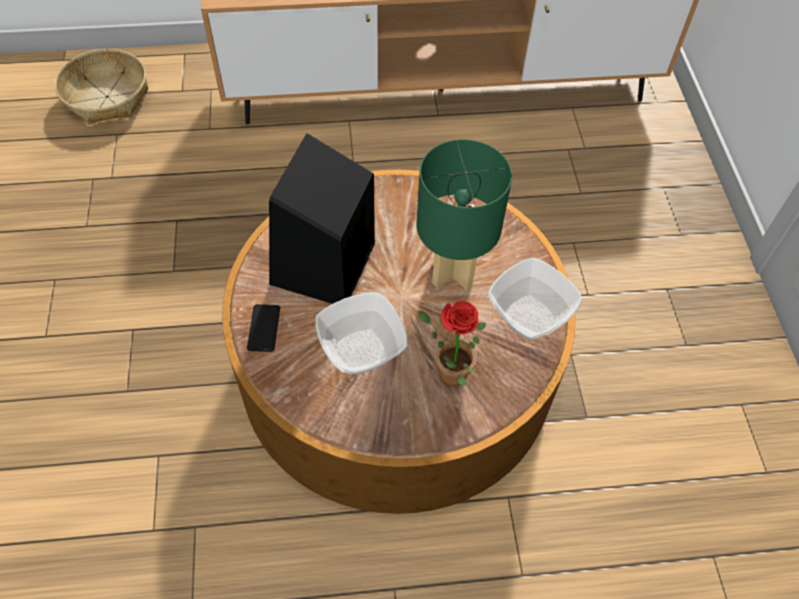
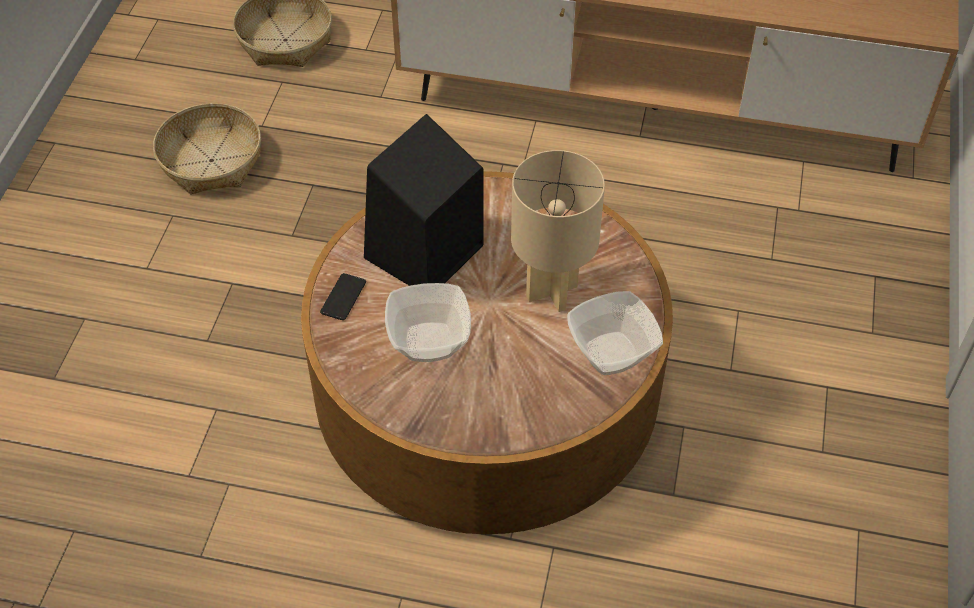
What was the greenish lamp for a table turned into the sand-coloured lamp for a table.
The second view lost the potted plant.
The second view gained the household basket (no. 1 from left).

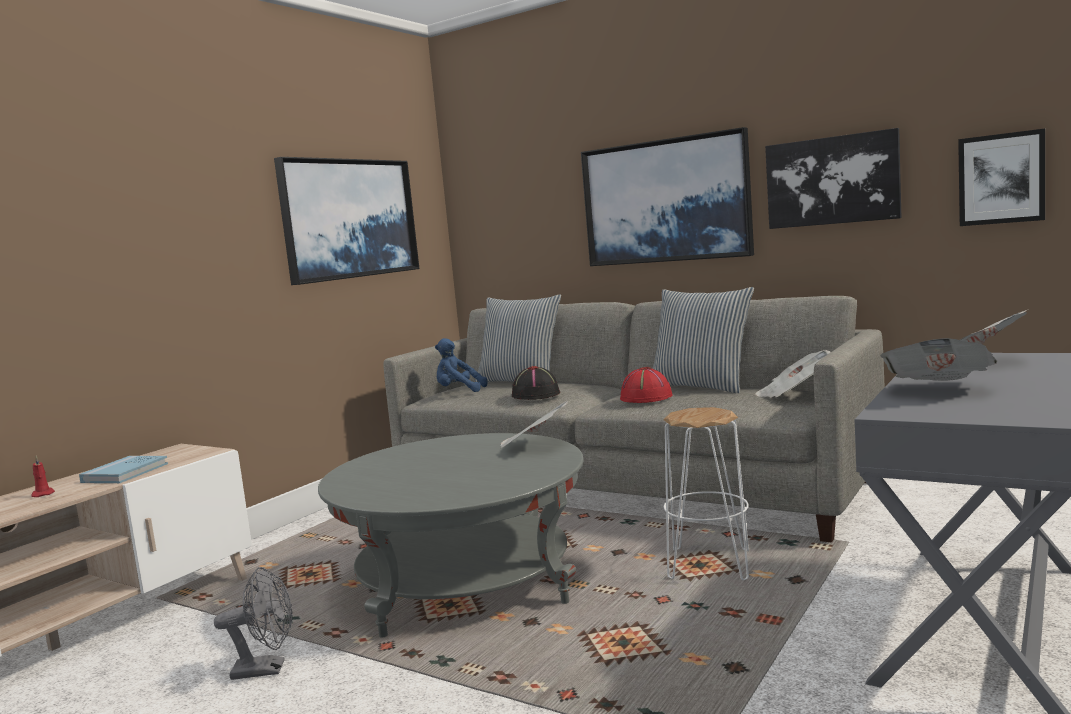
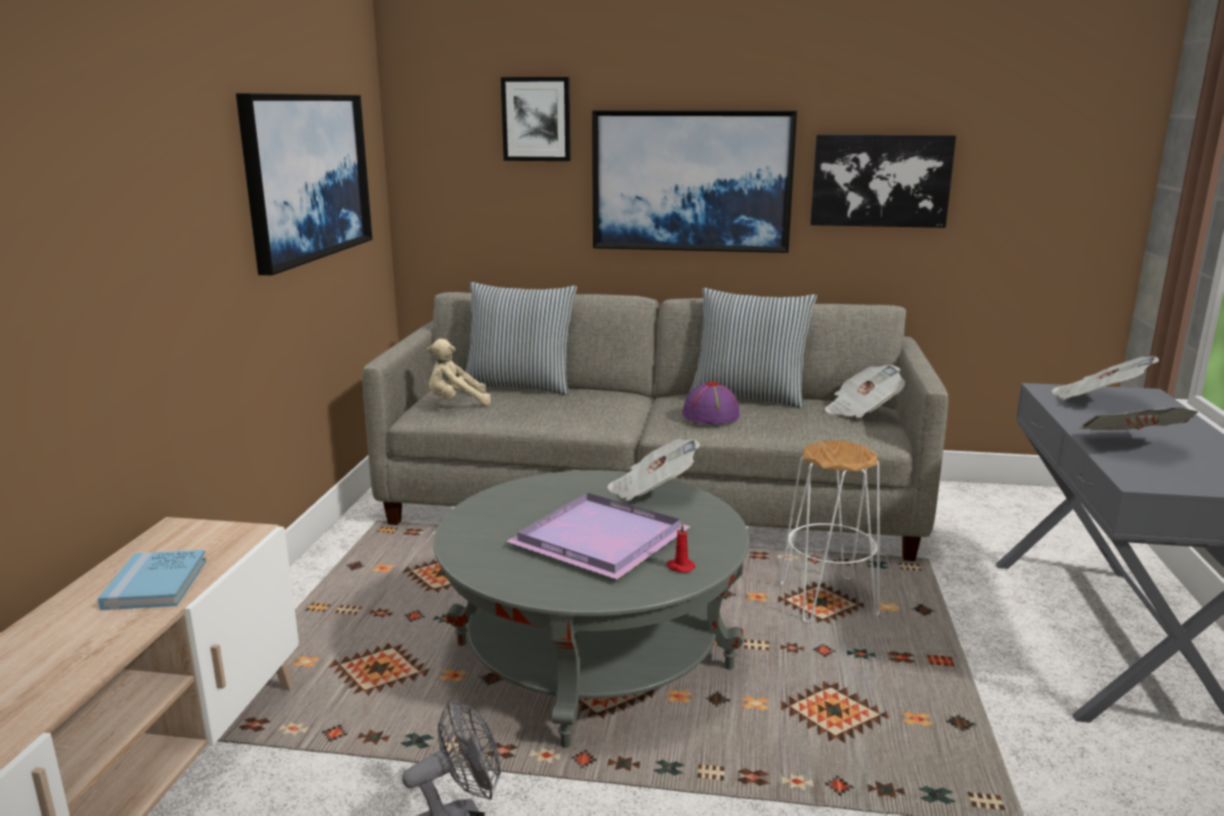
The reddish wax light ended up elsewhere.
What was the blue plush toy turned into the sand-coloured plush toy.
The second view lost the black wearable hat.
What was the reddish wearable hat turned into the purplish wearable hat.
The picture (no. 4 from left in the first image) ended up elsewhere.
The second view gained the purplish tray.

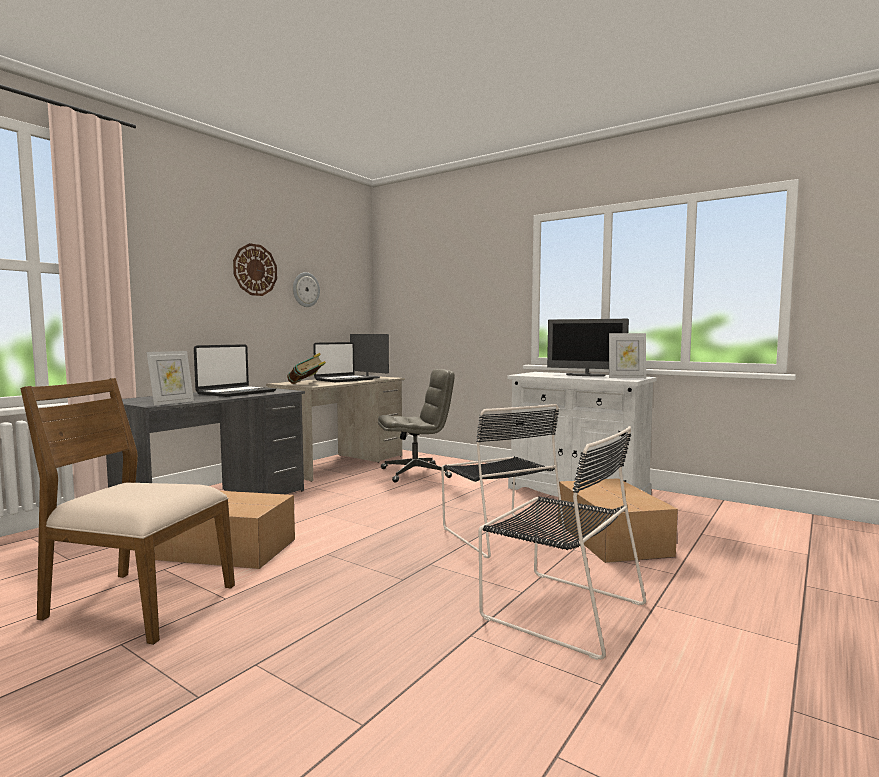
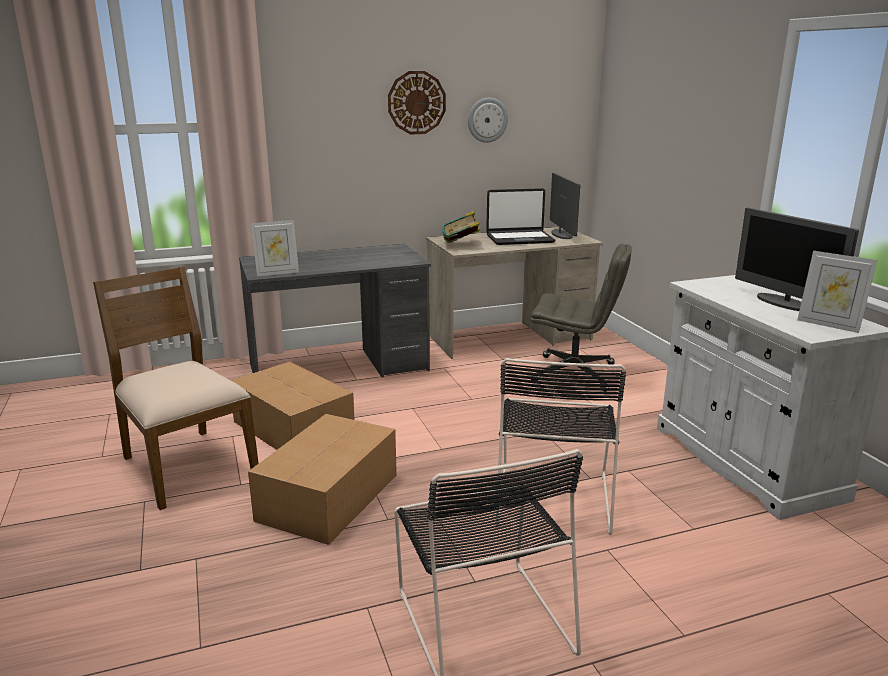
The second view lost the portable computer (no. 1 from left).
The cardboard box (no. 2 from left) ended up elsewhere.

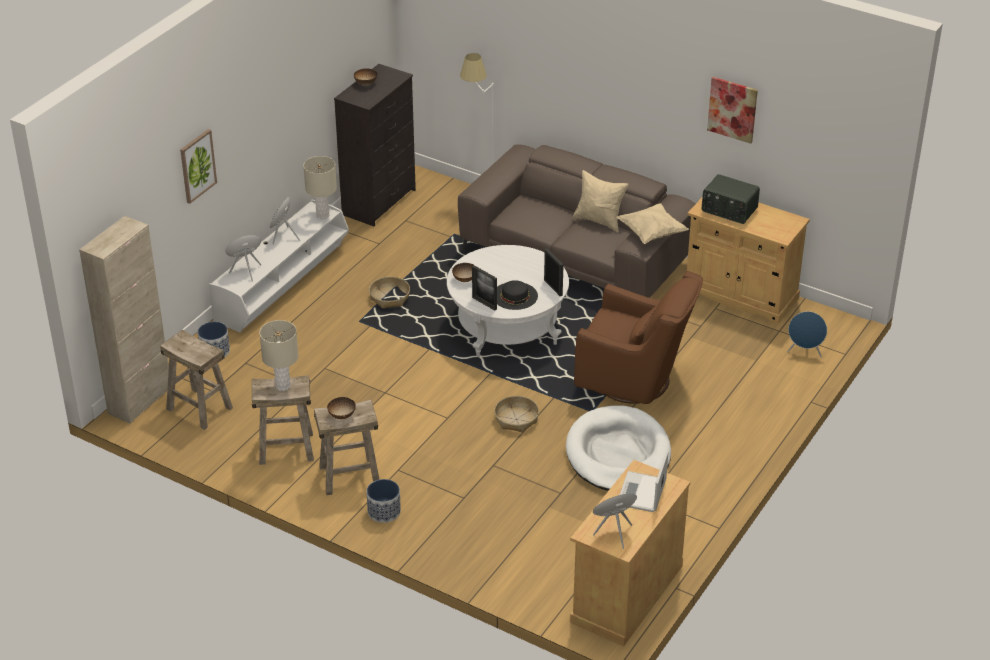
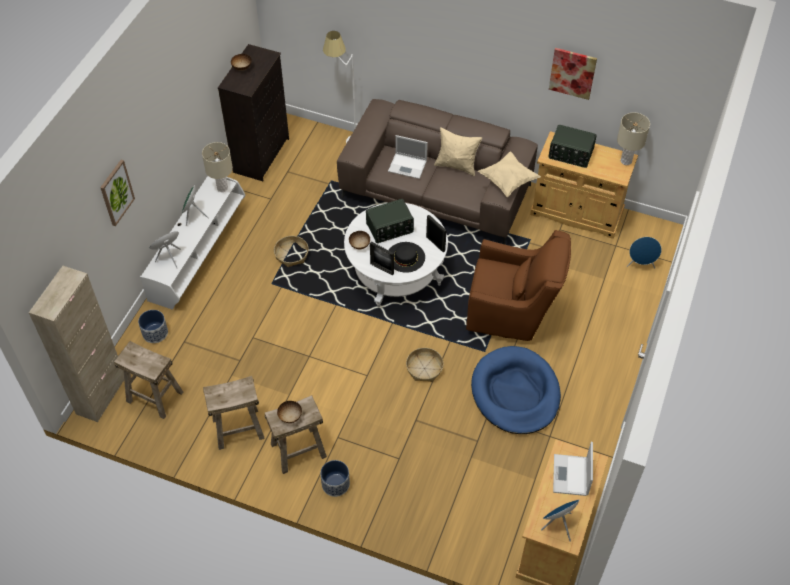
The sand-coloured lamp for a table (no. 1 from left in the first image) ended up elsewhere.
What was the whitish dog bed turned into the blue dog bed.
The second view gained the radio receiver (no. 1 from left).
The second view gained the portable computer (no. 1 from left).

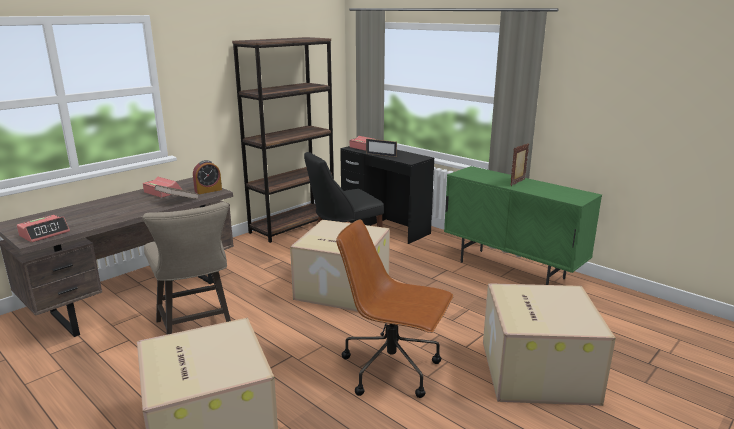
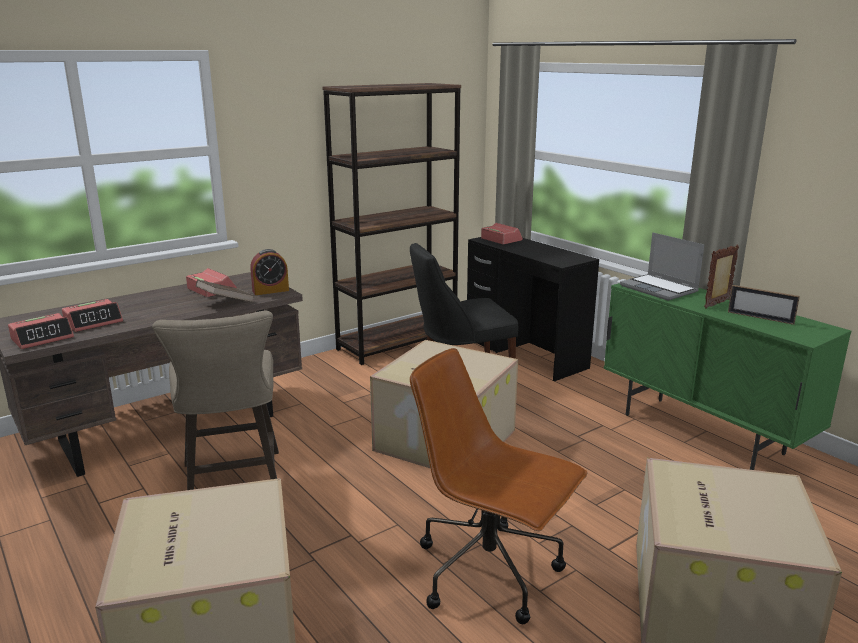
The photo frame (no. 1 from left in the first image) ended up elsewhere.
The second view gained the alarm clock (no. 2 from left).
The second view gained the portable computer.

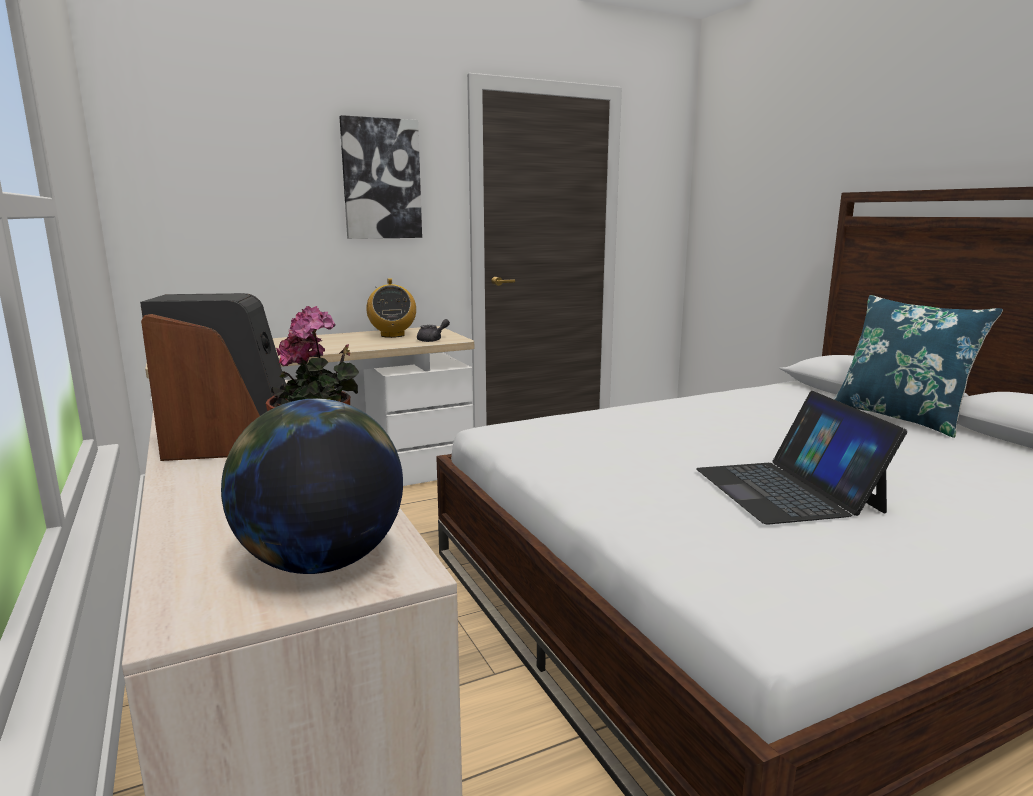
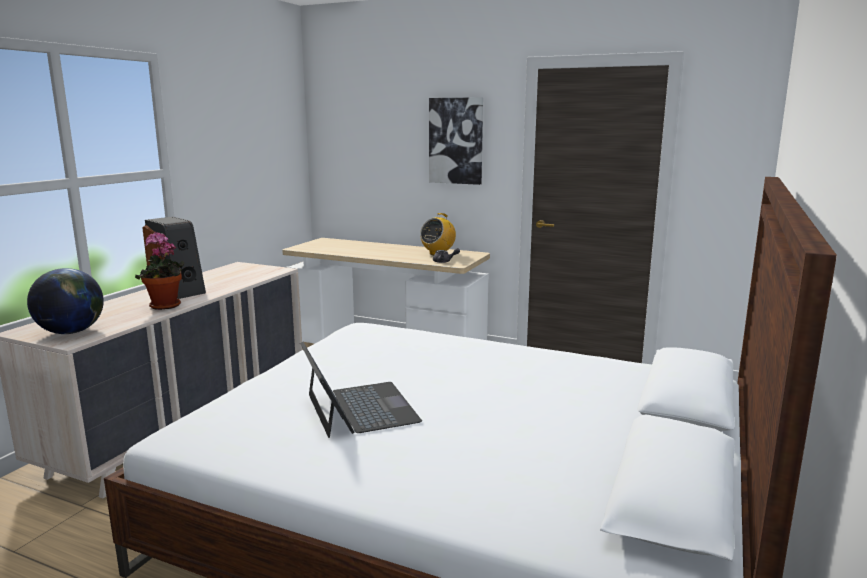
The portable computer ended up facing another way, 120 degrees clockwise from before.
The second view lost the blue cushion.

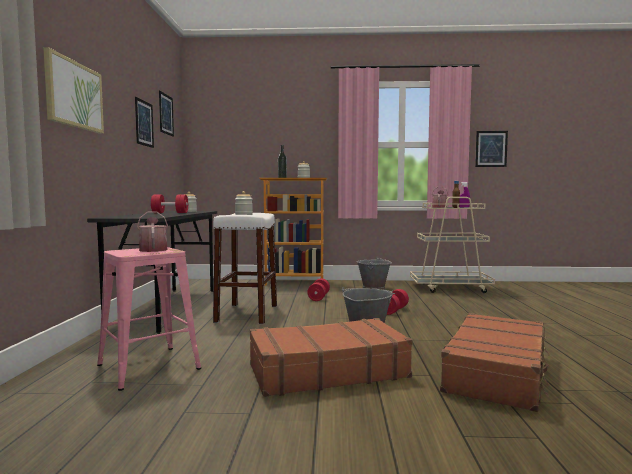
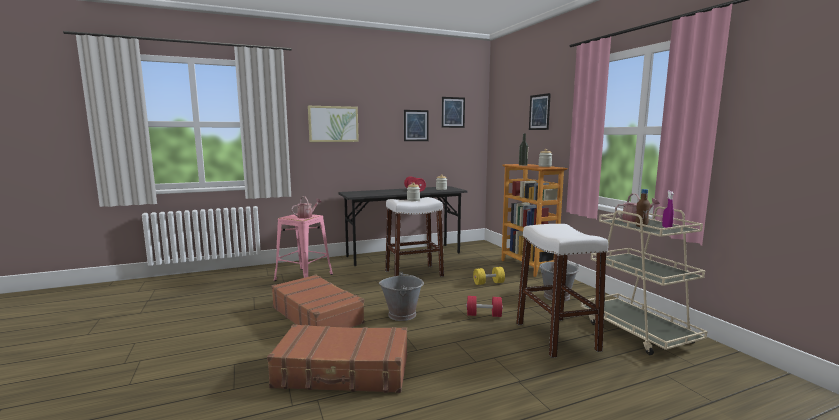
What was the reddish hand weight (no. 2 from left) turned into the yellowish hand weight.
The picture (no. 4 from left) ended up elsewhere.
The second view gained the whitish sitting stool (no. 2 from left).

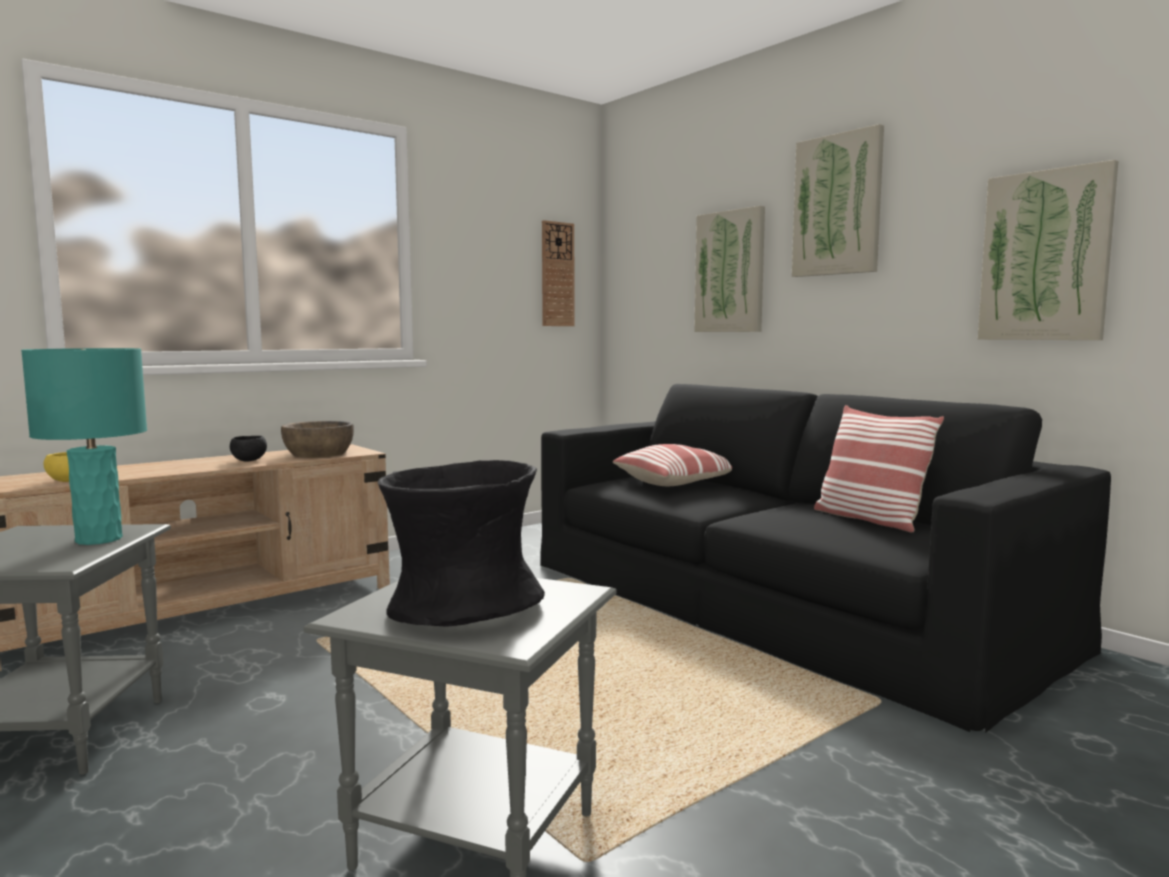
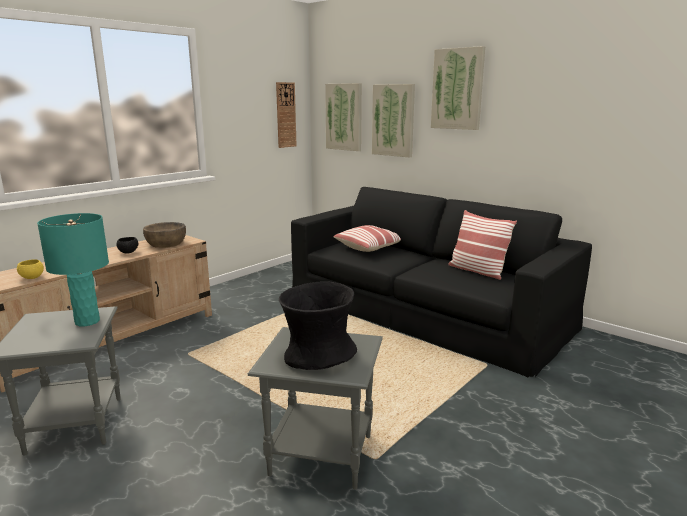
The picture (no. 3 from left in the first image) ended up elsewhere.

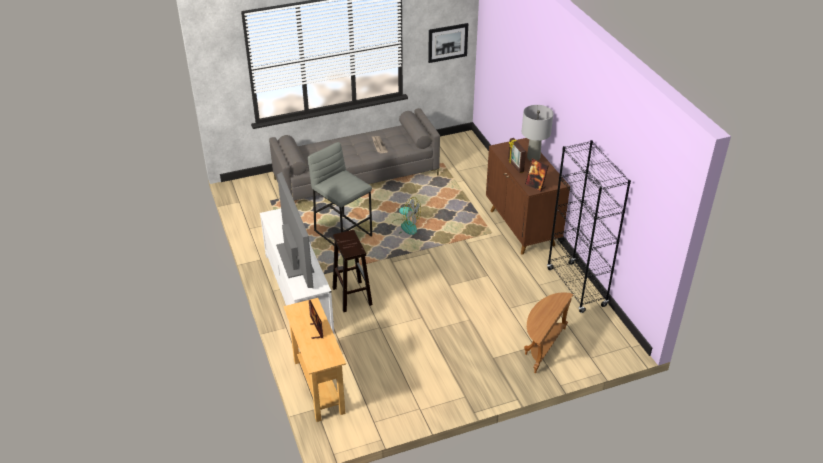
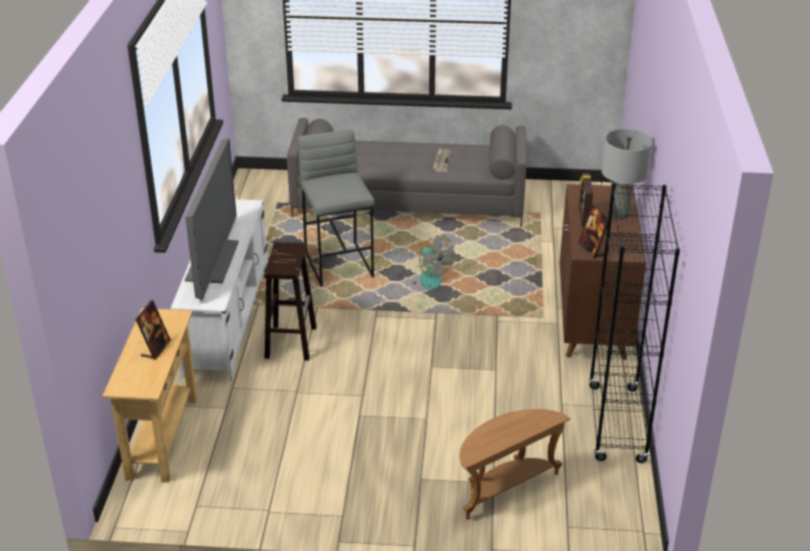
The second view lost the picture.

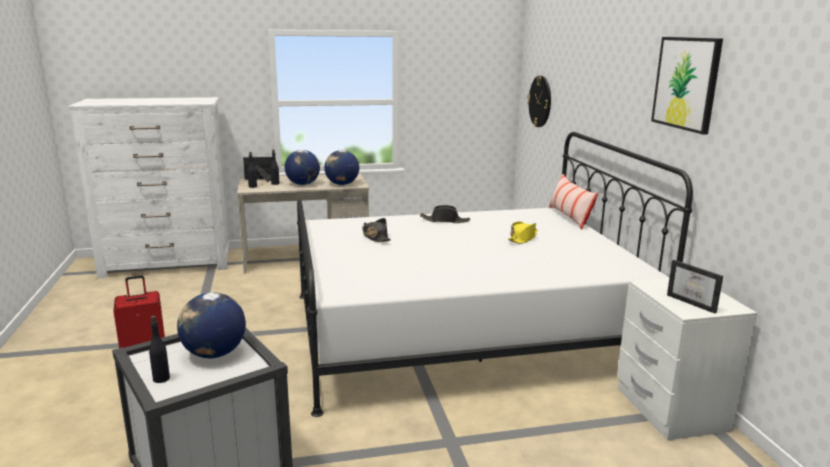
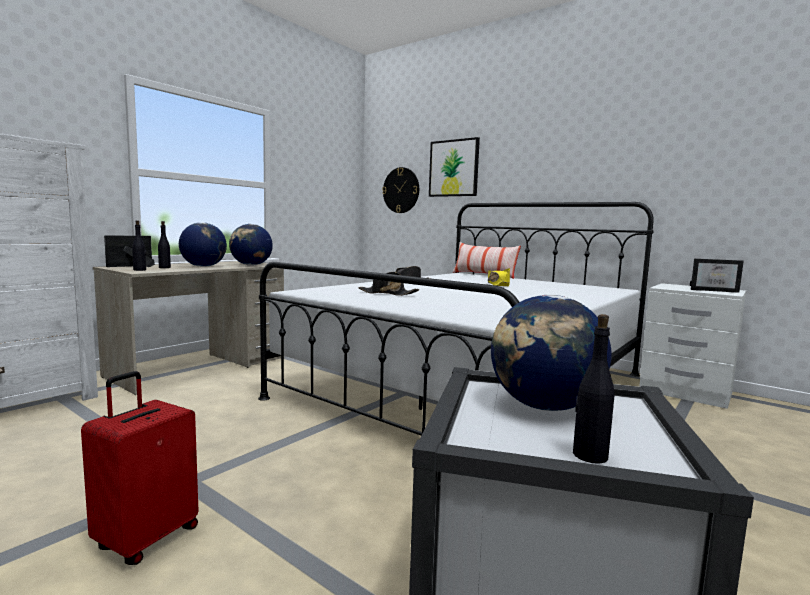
The picture ended up elsewhere.

